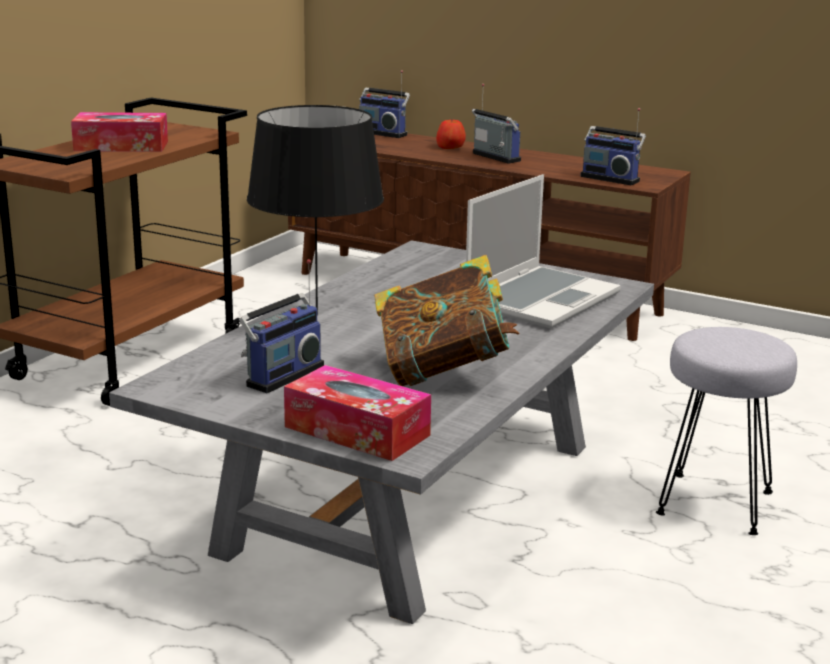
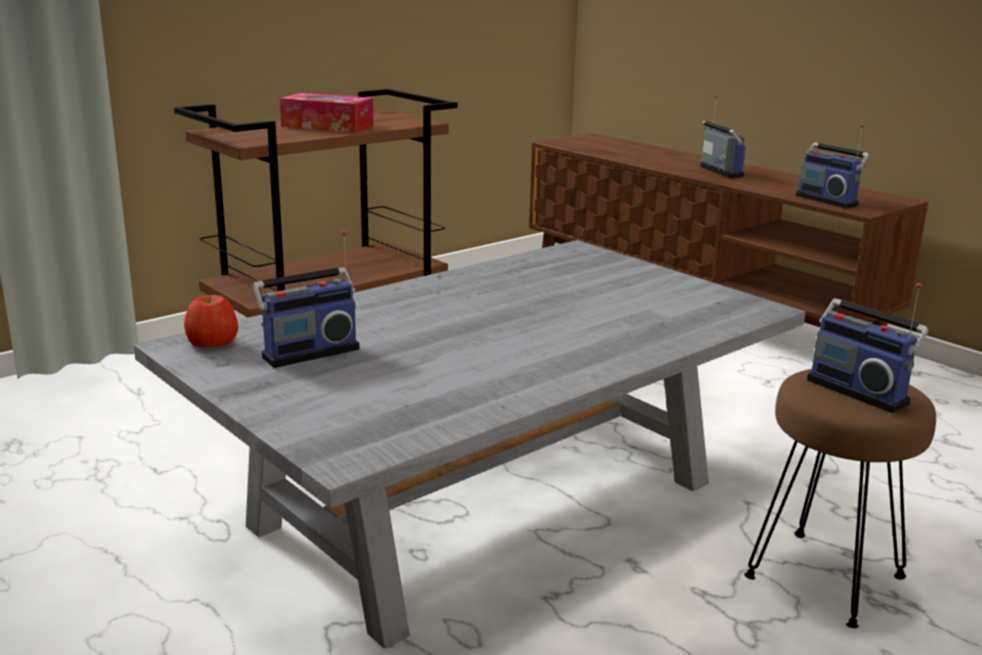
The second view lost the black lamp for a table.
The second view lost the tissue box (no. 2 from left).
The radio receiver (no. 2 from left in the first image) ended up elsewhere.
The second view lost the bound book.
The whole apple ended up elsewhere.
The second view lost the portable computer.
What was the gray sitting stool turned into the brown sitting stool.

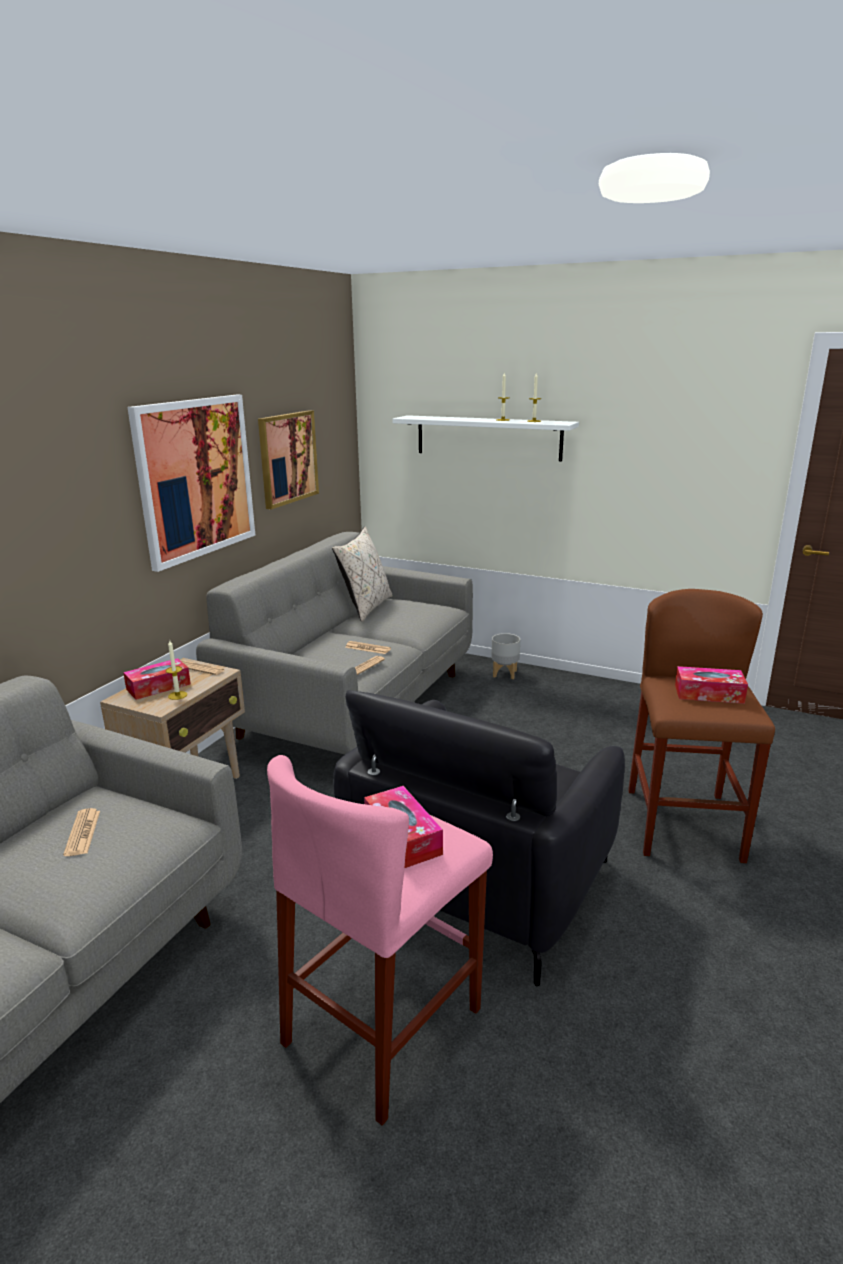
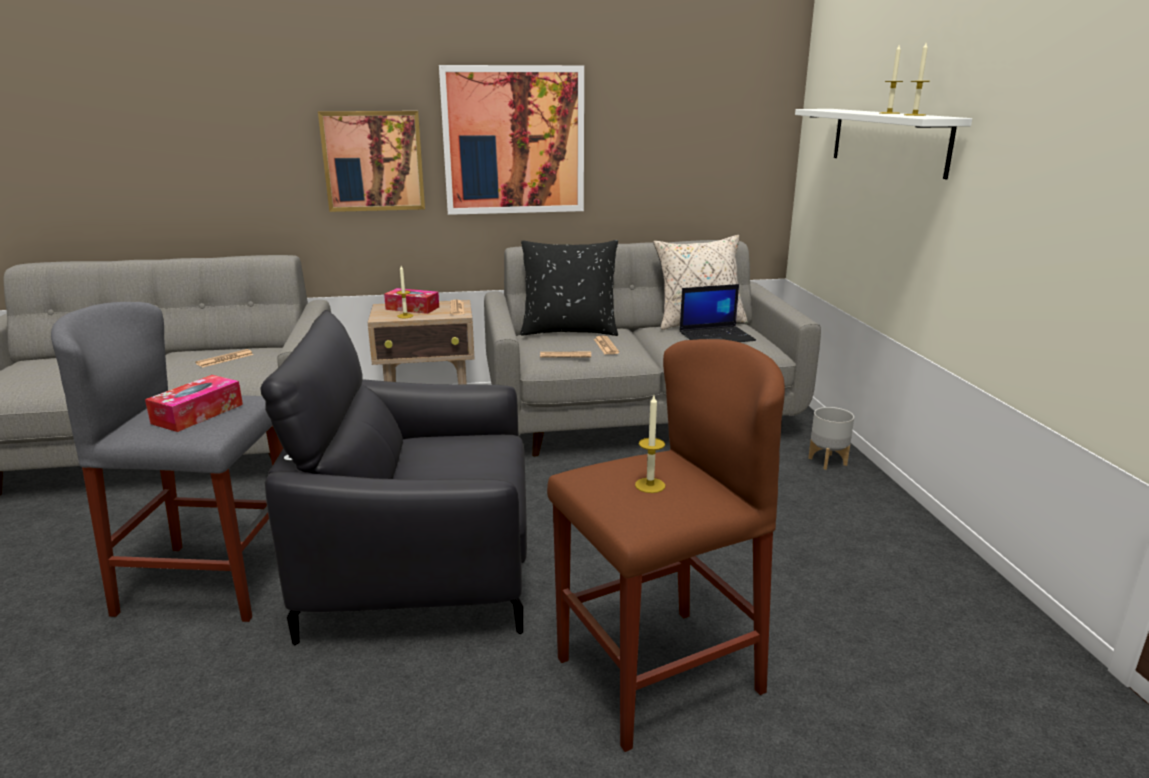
The picture (no. 2 from left in the first image) ended up elsewhere.
What was the pinkish sitting stool turned into the gray sitting stool.
Where the tissue box (no. 3 from left) stood, the wax light (no. 2 from left) came to stand.
The second view gained the black cushion.
The second view gained the portable computer.

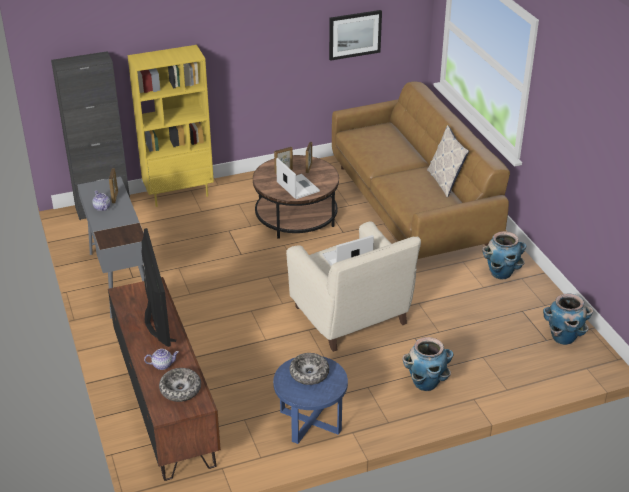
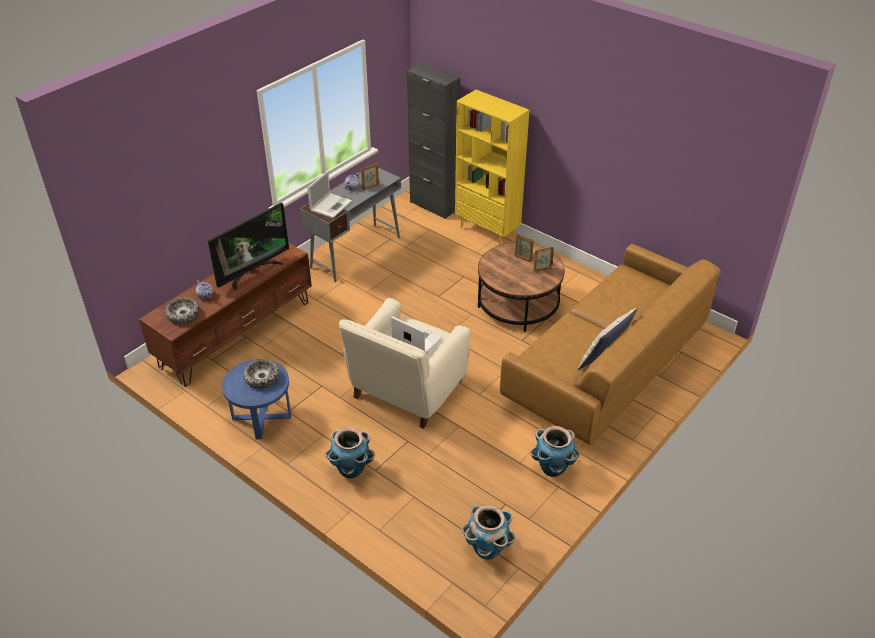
The portable computer (no. 1 from left) ended up elsewhere.
The second view lost the picture.

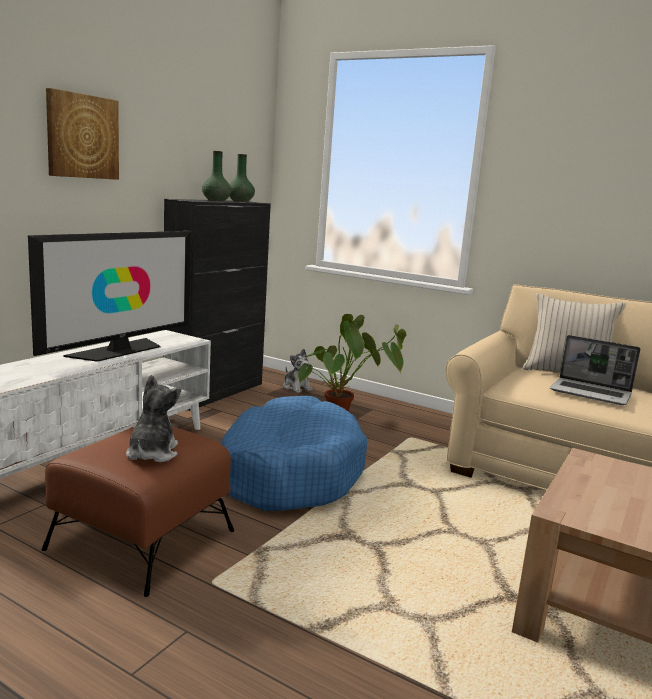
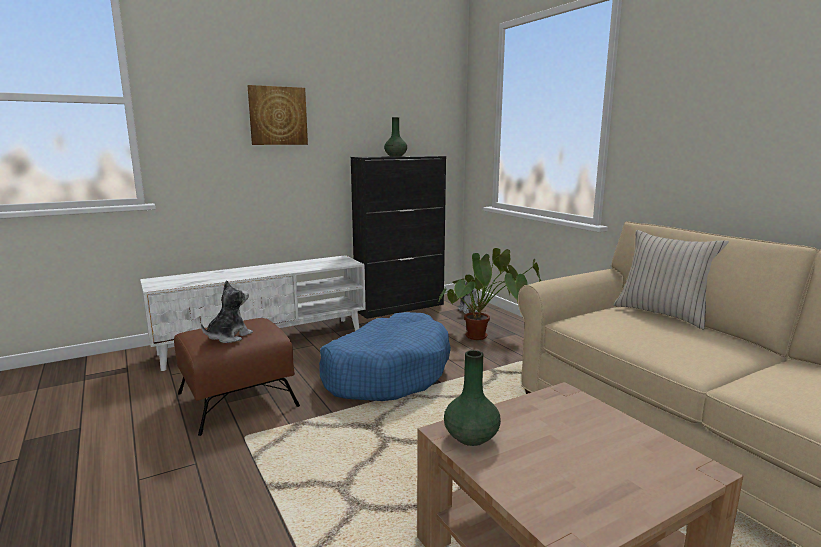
The second view lost the television.
The greenish vase (no. 2 from left) ended up elsewhere.
The second view lost the portable computer.

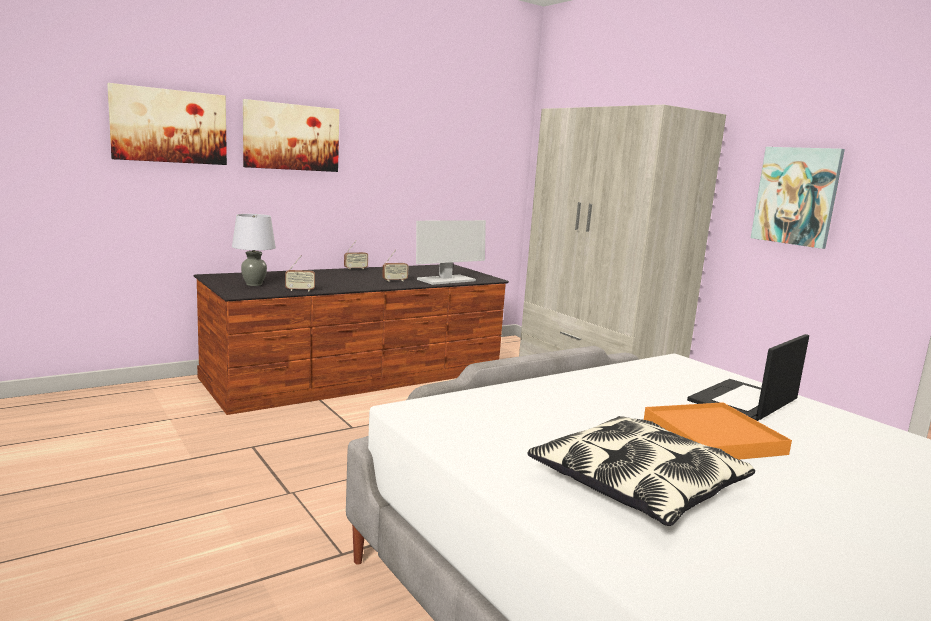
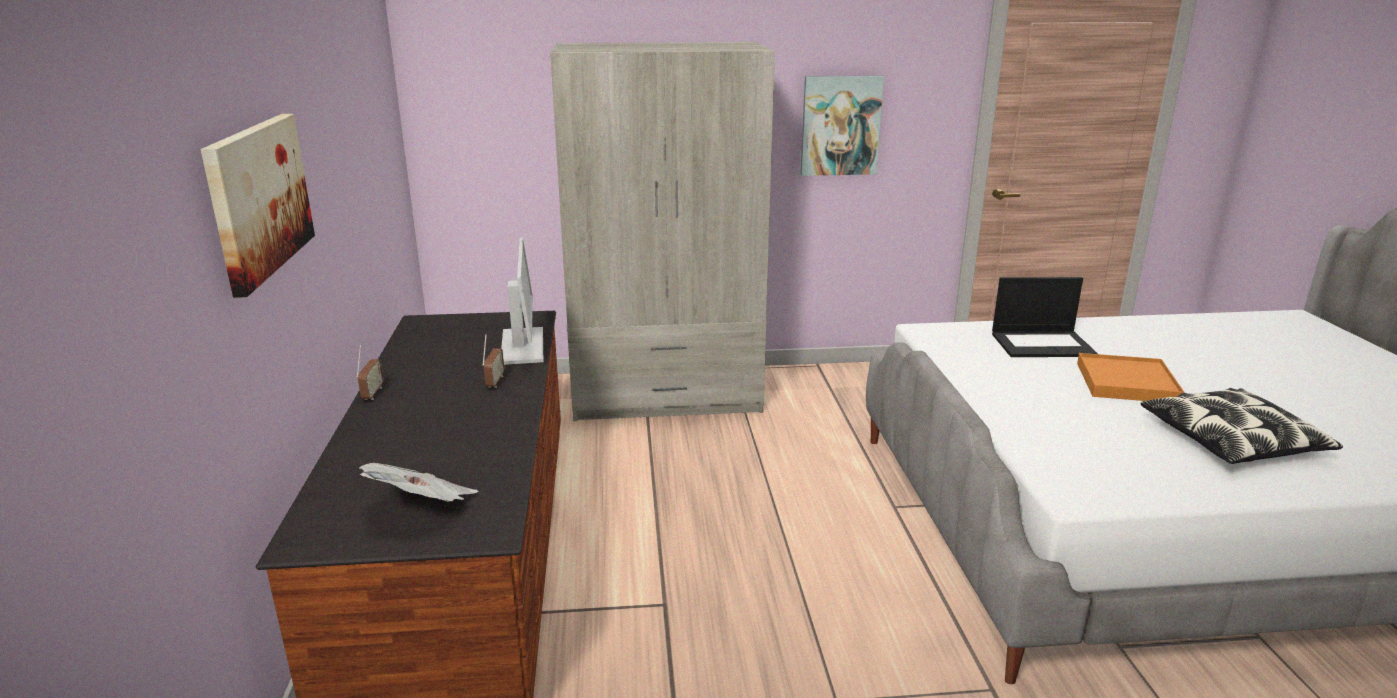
The second view lost the picture (no. 1 from left).
Where the gray lamp for a table stood, the printed paper came to stand.
The second view lost the radio receiver (no. 1 from left).
The portable computer ended up facing another way, 75 degrees counterclockwise from before.

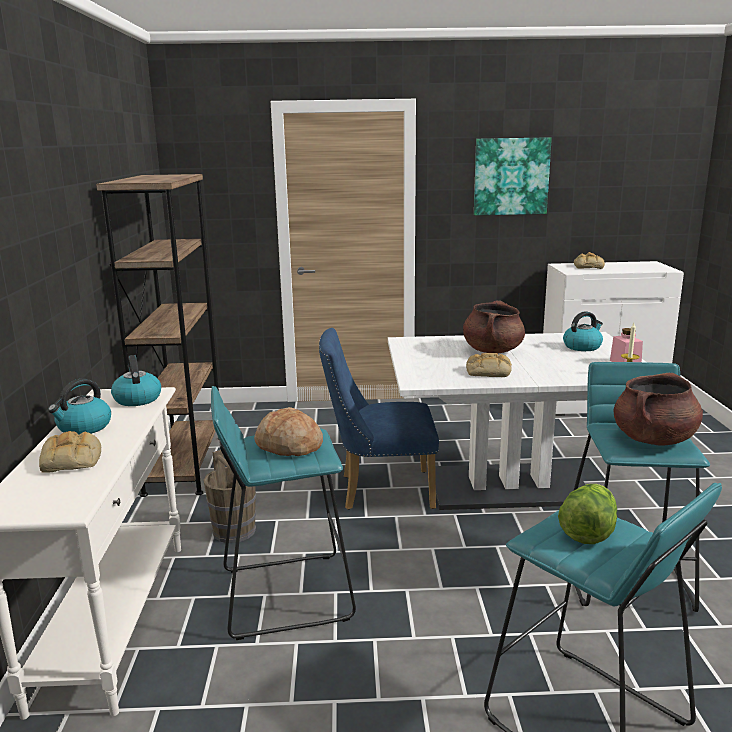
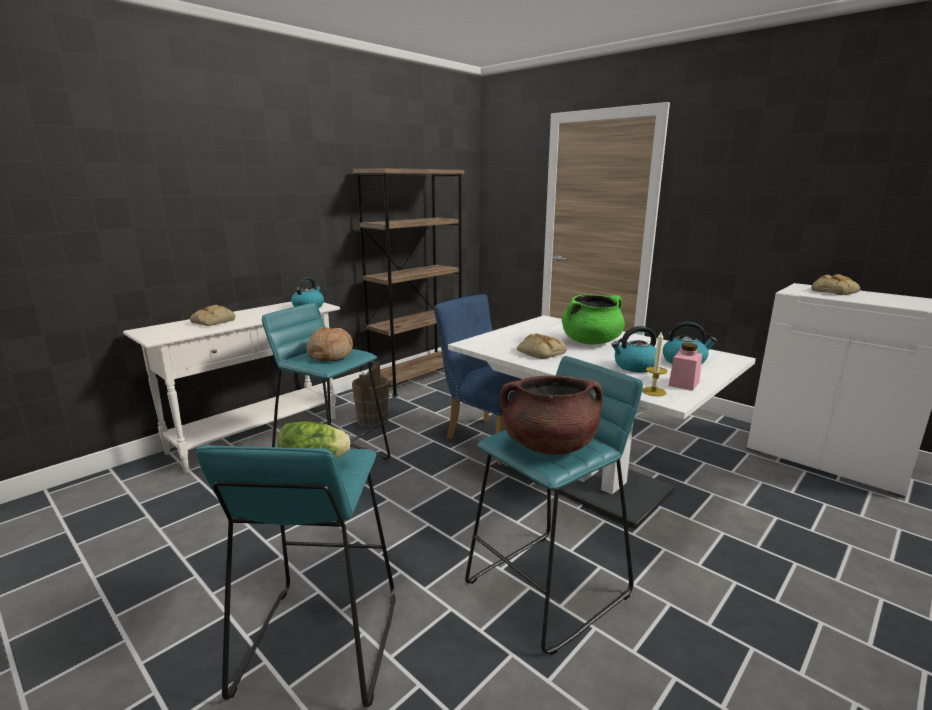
The kettle (no. 1 from left in the first image) ended up elsewhere.
What was the brown saucepot (no. 1 from left) turned into the greenish saucepot.
The second view lost the picture.

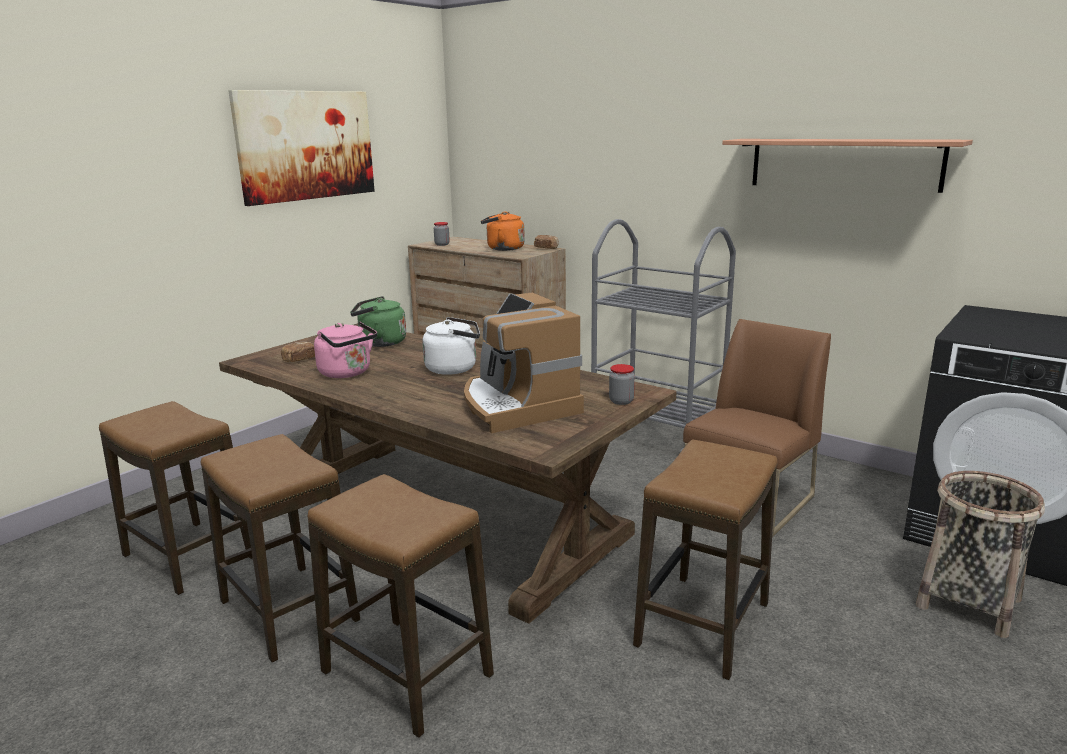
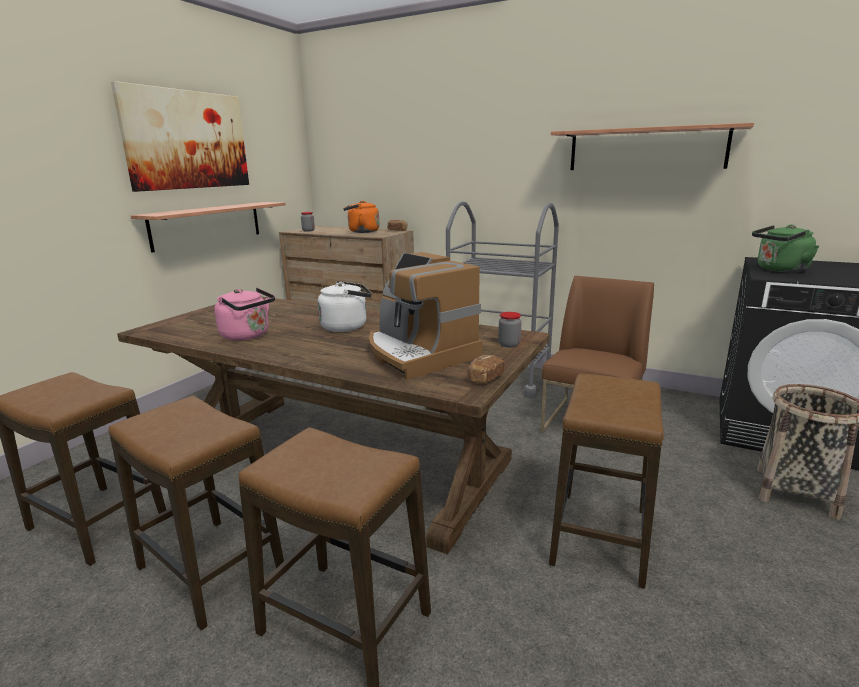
The bread (no. 1 from left in the first image) ended up elsewhere.
The greenish kettle ended up elsewhere.
The second view gained the bracket shelf (no. 1 from left).

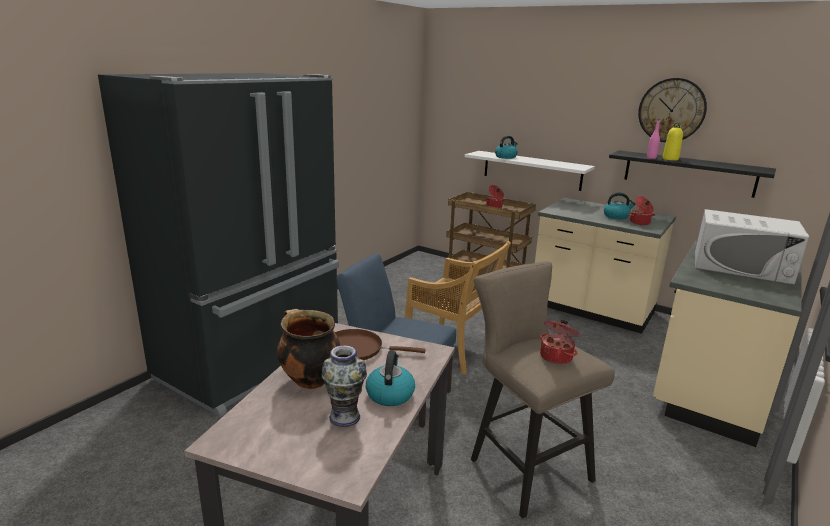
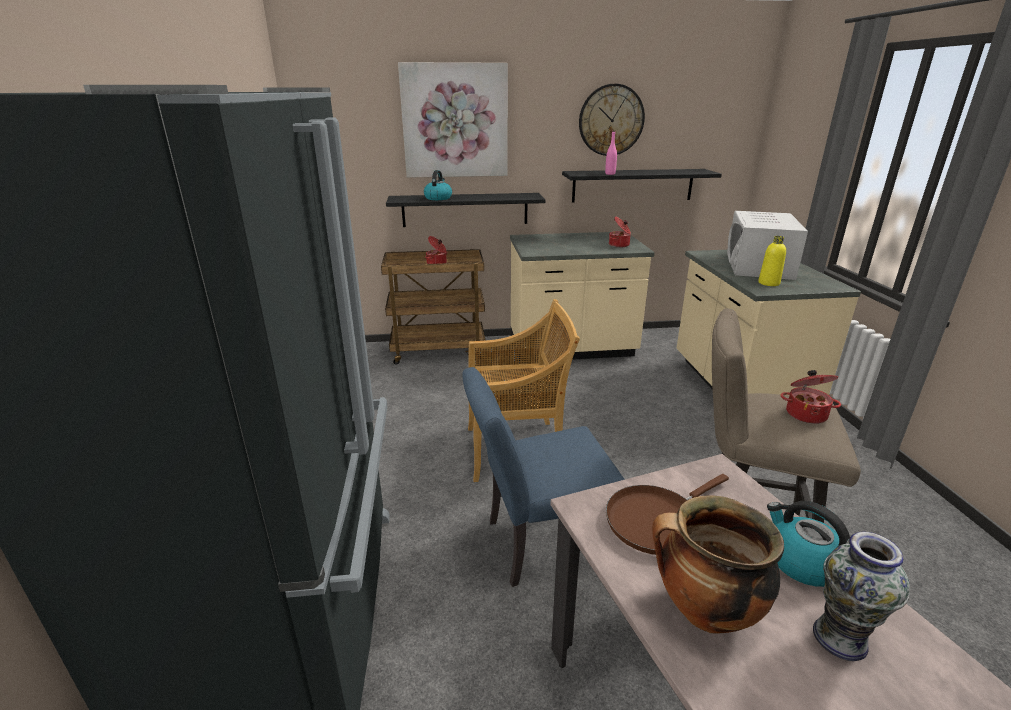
What was the whitish bracket shelf turned into the black bracket shelf (no. 1 from left).
The second view lost the kettle (no. 3 from left).
The yellowish beverage bottle ended up elsewhere.
The whitish microwave ended up facing another way, 120 degrees clockwise from before.
The second view gained the picture.

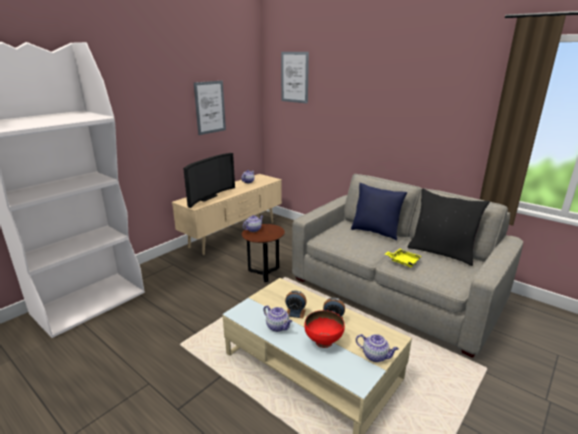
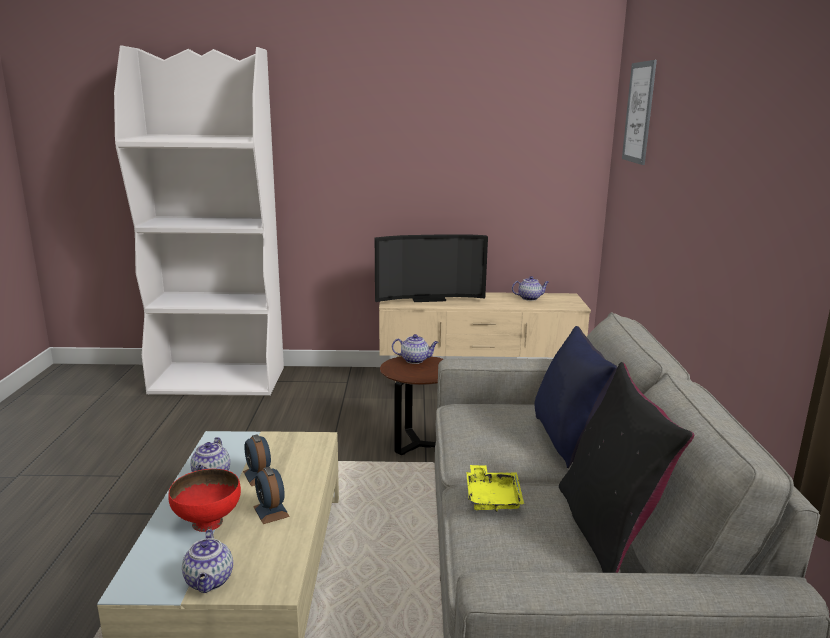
The second view lost the picture (no. 1 from left).

